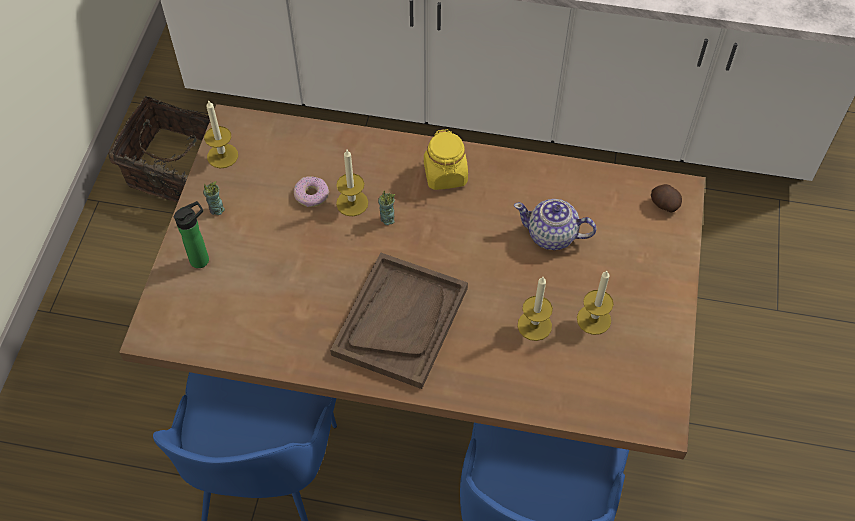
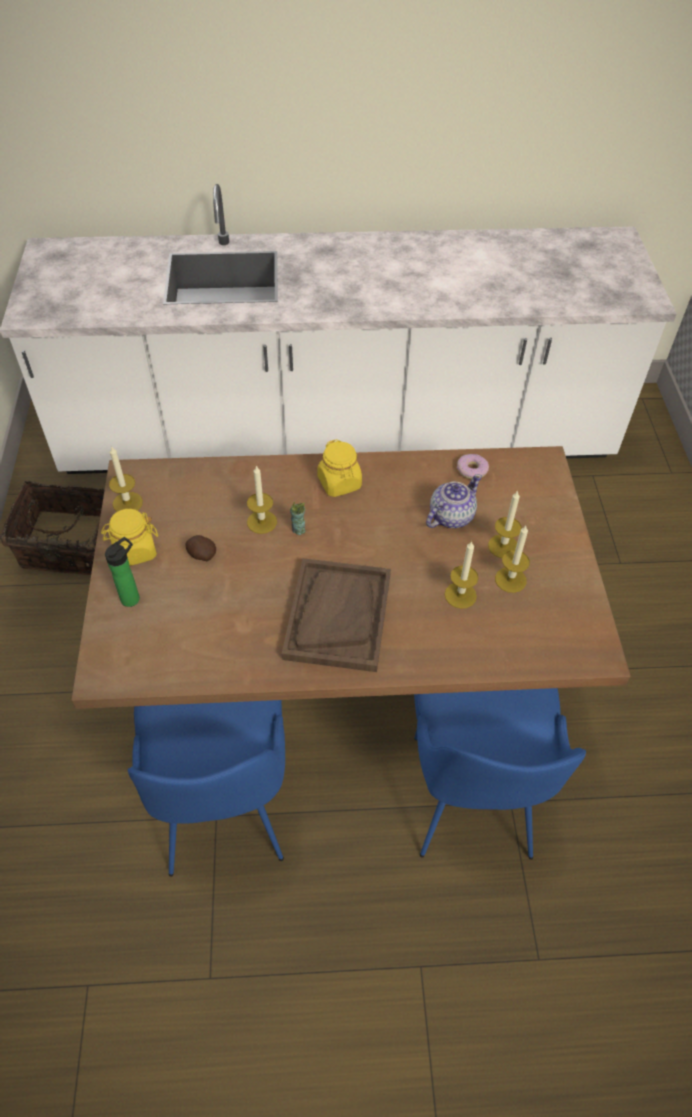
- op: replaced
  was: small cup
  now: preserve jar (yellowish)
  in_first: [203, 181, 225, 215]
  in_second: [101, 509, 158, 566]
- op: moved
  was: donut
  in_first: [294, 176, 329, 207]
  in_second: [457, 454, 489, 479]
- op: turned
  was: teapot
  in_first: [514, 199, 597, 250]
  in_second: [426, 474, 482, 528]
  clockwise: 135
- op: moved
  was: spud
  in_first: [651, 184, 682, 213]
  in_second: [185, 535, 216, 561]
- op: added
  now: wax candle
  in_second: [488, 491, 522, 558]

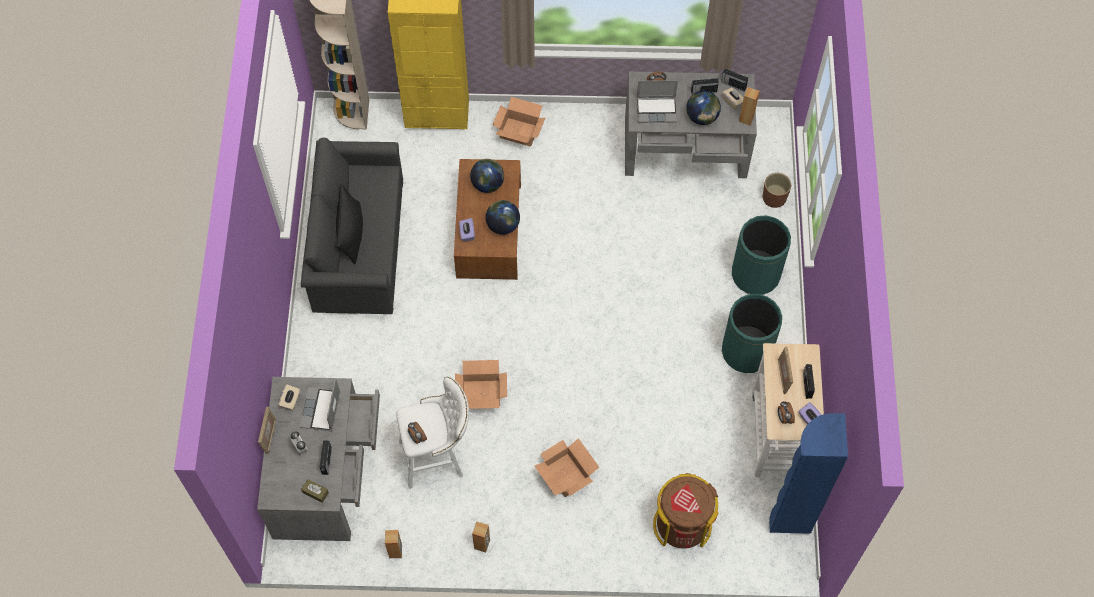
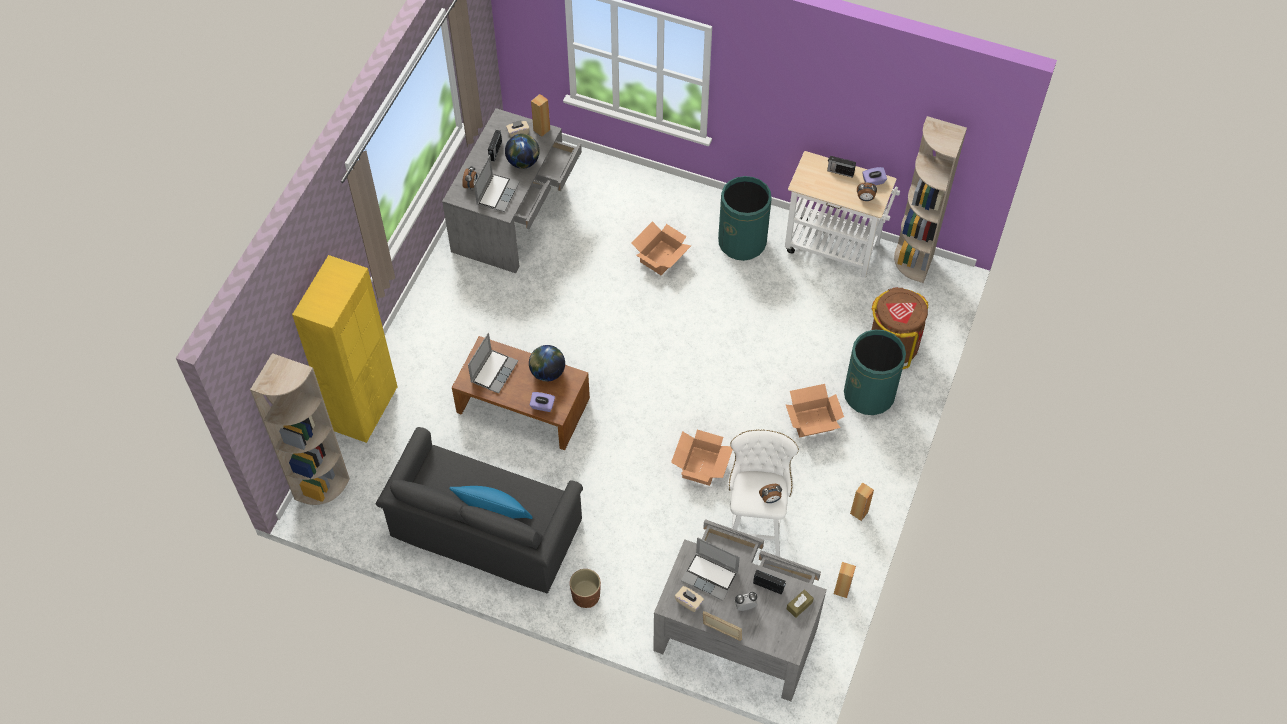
- op: recoloured
  was: pillow (black)
  now: pillow (blue-coloured)
  in_first: [336, 184, 363, 264]
  in_second: [450, 486, 532, 519]
- op: replaced
  was: desk globe
  now: notebook computer
  in_first: [470, 159, 504, 193]
  in_second: [468, 333, 518, 394]
- op: moved
  was: carton
  in_first: [493, 97, 545, 147]
  in_second: [631, 221, 691, 275]
- op: removed
  was: radio
  in_first: [721, 69, 748, 92]
- op: moved
  was: rubbish bin (green-coloured)
  in_first: [732, 216, 791, 295]
  in_second: [844, 329, 906, 415]
- op: moved
  was: planter (brown)
  in_first: [763, 173, 791, 208]
  in_second: [570, 569, 601, 608]
- op: recoloured
  was: bookcase (blue-coloured)
  now: bookcase (sand-coloured)
  in_first: [769, 413, 848, 534]
  in_second: [894, 116, 967, 283]
- op: removed
  was: picture frame
  in_first: [778, 346, 793, 394]

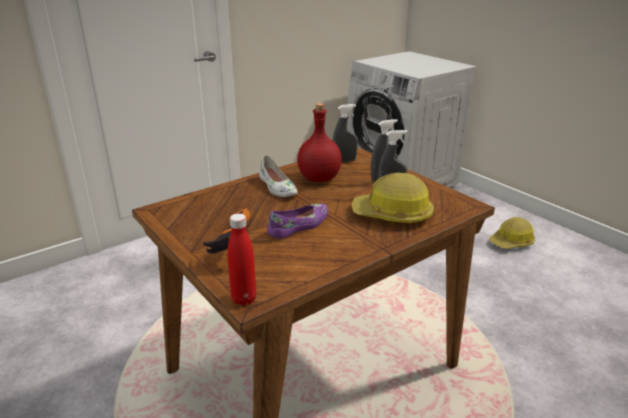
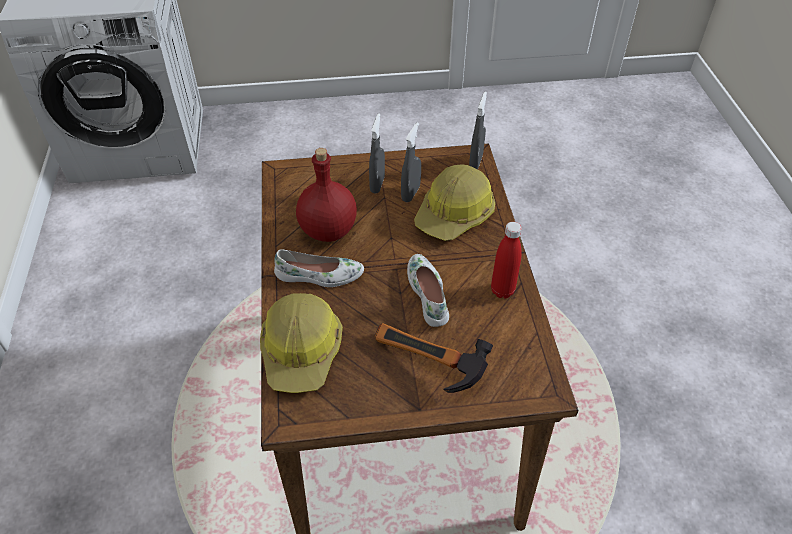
- op: moved
  was: bottle (red-coloured)
  in_first: [228, 213, 256, 305]
  in_second: [491, 222, 522, 298]
- op: recoloured
  was: shoe (purple-coloured)
  now: shoe (white)
  in_first: [267, 204, 329, 239]
  in_second: [407, 254, 449, 327]
- op: moved
  was: sprayer (gray)
  in_first: [333, 104, 358, 163]
  in_second: [469, 92, 487, 169]
- op: moved
  was: hard hat
  in_first: [489, 217, 535, 249]
  in_second: [260, 293, 343, 393]

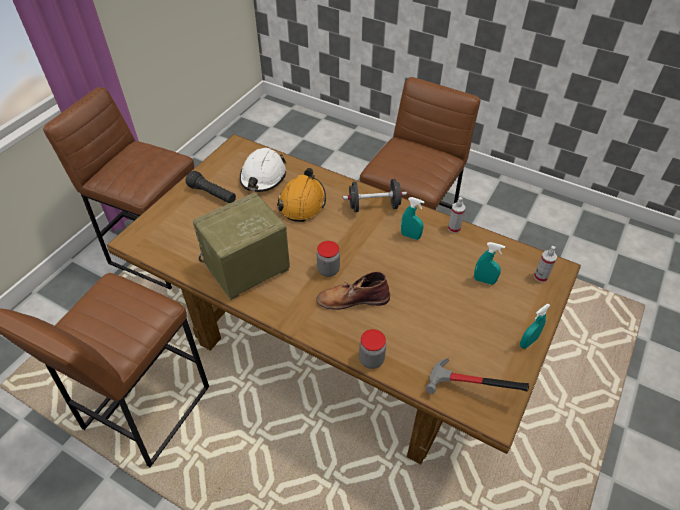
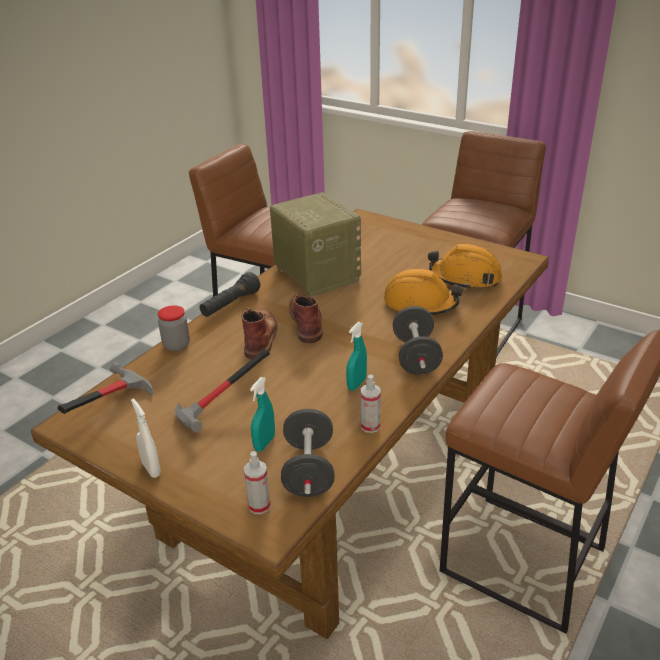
- op: moved
  was: torch (black)
  in_first: [186, 171, 236, 203]
  in_second: [199, 272, 260, 317]
- op: recoloured
  was: hard hat (white)
  now: hard hat (orange)
  in_first: [240, 148, 287, 192]
  in_second: [428, 244, 502, 290]
- op: replaced
  was: preserve jar
  now: tall boot (brown)
  in_first: [317, 241, 340, 277]
  in_second: [289, 294, 323, 343]
- op: recoloured
  was: sprayer (turquoise-coloured)
  now: sprayer (white)
  in_first: [520, 304, 550, 349]
  in_second: [131, 399, 161, 478]
- op: added
  now: hammer
  in_second: [175, 349, 270, 432]
- op: added
  now: free weight (black)
  in_second: [281, 409, 335, 497]

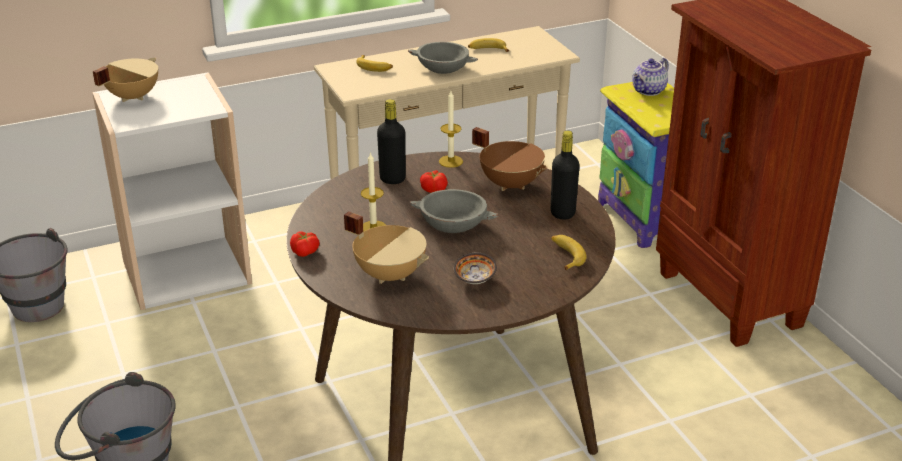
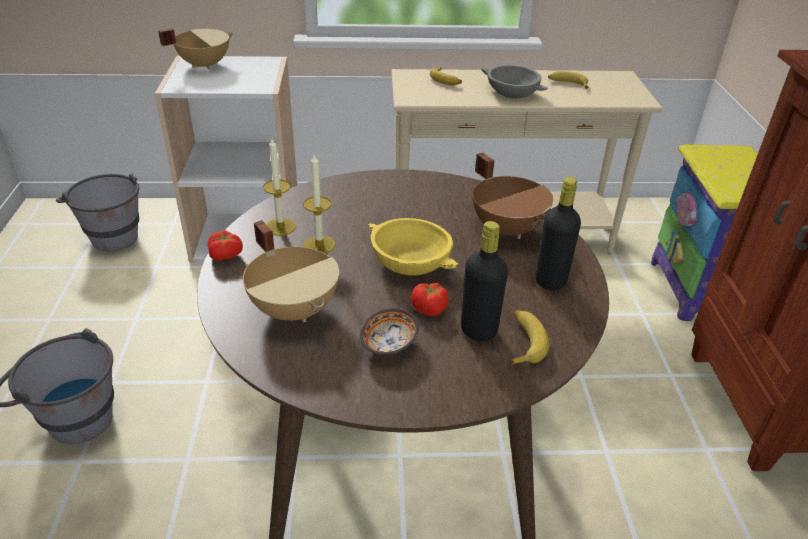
- op: moved
  was: bottle (black)
  in_first: [377, 99, 406, 184]
  in_second: [461, 221, 508, 341]
- op: recoloured
  was: deep dish (gray)
  now: deep dish (yellowish)
  in_first: [410, 189, 498, 233]
  in_second: [368, 218, 459, 275]
- op: moved
  was: fresh tomato
  in_first: [420, 170, 448, 193]
  in_second: [411, 283, 449, 316]
- op: moved
  was: wax candle
  in_first: [439, 91, 463, 168]
  in_second: [263, 138, 296, 236]
- op: removed
  was: teapot
  in_first: [632, 58, 669, 96]

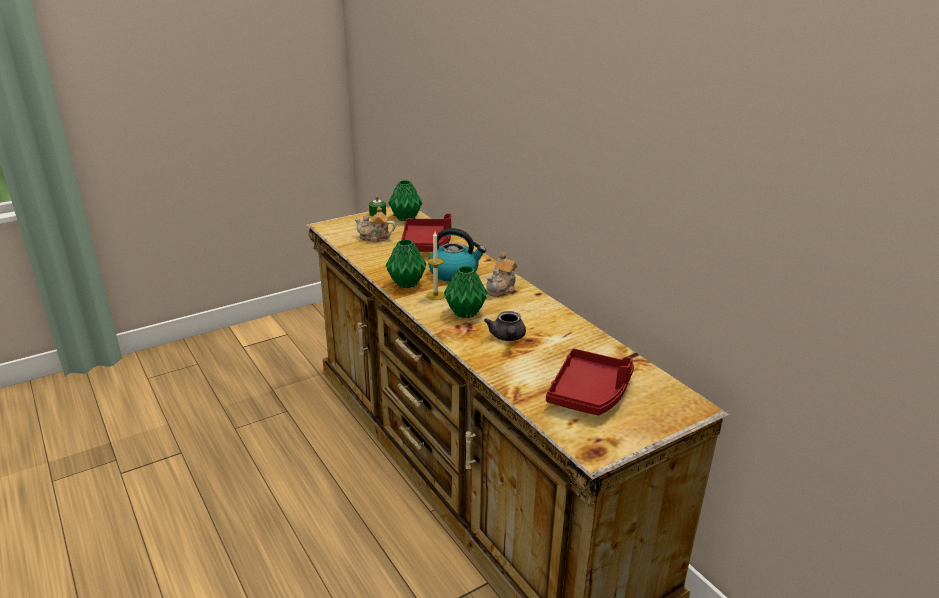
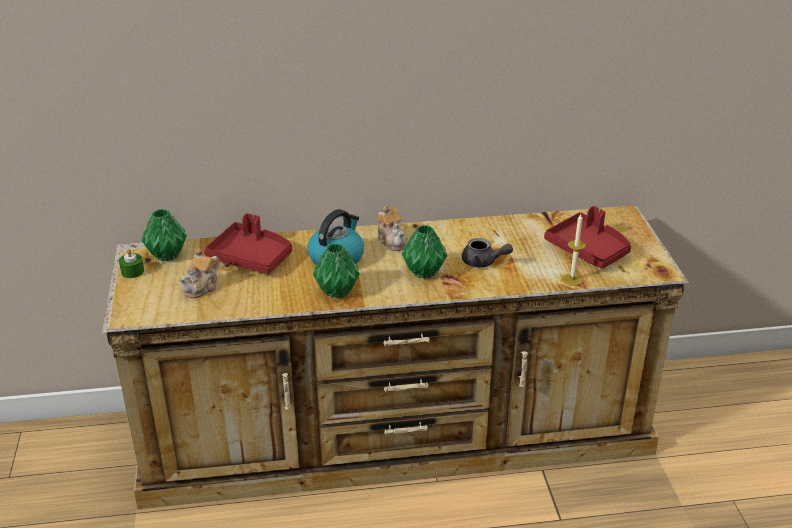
- op: moved
  was: wax candle
  in_first: [426, 232, 445, 300]
  in_second: [562, 214, 586, 286]

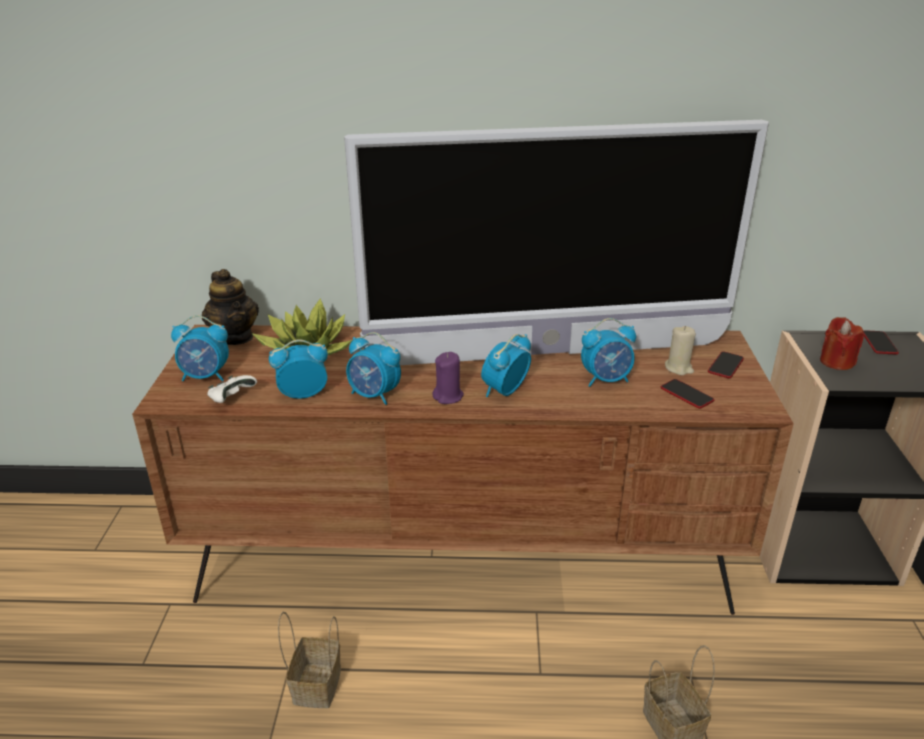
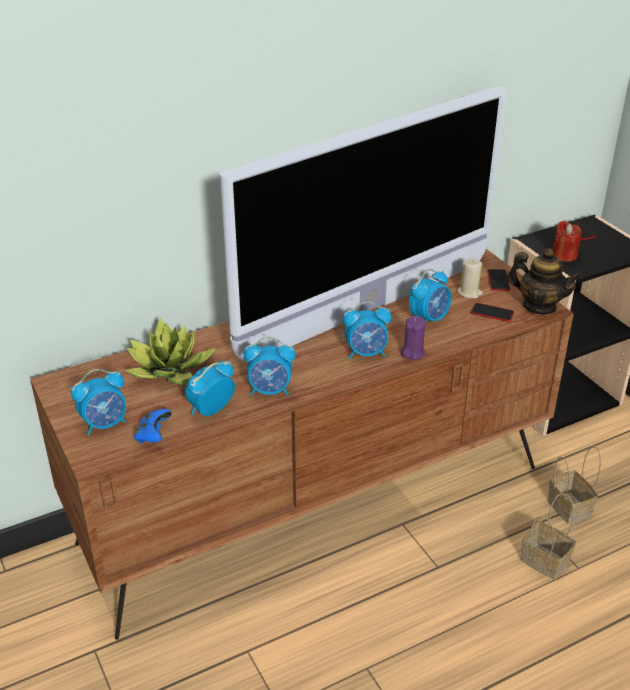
- op: moved
  was: teapot
  in_first: [202, 269, 259, 345]
  in_second: [507, 248, 582, 314]
- op: recoloured
  was: gamepad (white)
  now: gamepad (blue-coloured)
  in_first: [207, 375, 257, 403]
  in_second: [134, 409, 172, 443]
- op: moved
  was: basket
  in_first: [278, 612, 341, 708]
  in_second: [548, 446, 601, 524]
- op: moved
  was: wax candle (purple-coloured)
  in_first: [433, 352, 464, 404]
  in_second: [400, 315, 426, 360]
- op: turned
  was: alarm clock
  in_first: [481, 334, 531, 397]
  in_second: [343, 301, 391, 359]
  clockwise: -105

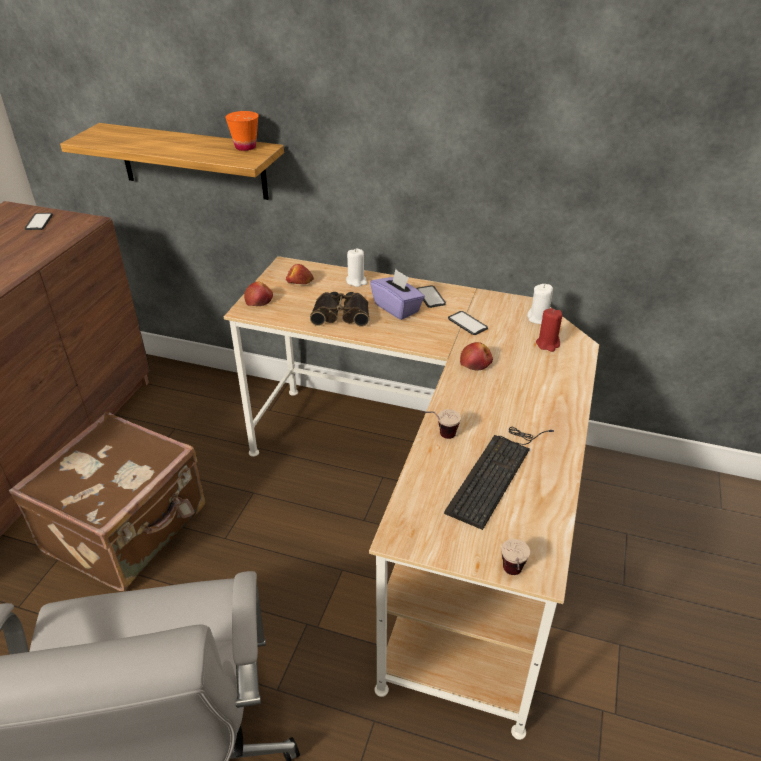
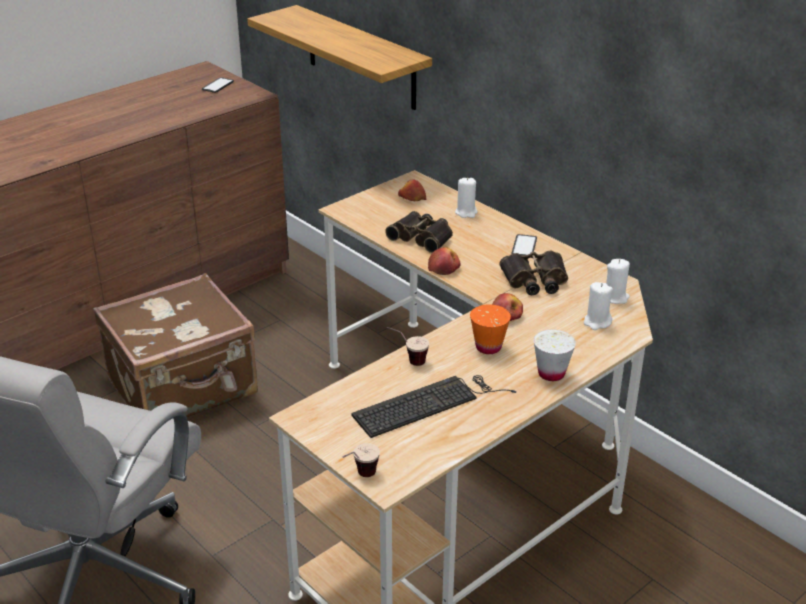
- op: moved
  was: small cup (orange)
  in_first: [225, 111, 258, 151]
  in_second: [470, 304, 511, 354]
- op: moved
  was: apple
  in_first: [244, 282, 273, 306]
  in_second: [428, 247, 460, 275]
- op: removed
  was: tissue holder (purple-coloured)
  in_first: [370, 269, 425, 320]
- op: replaced
  was: telephone
  now: binoculars
  in_first: [448, 311, 488, 335]
  in_second: [499, 251, 568, 295]
- op: recoloured
  was: wax candle (red-coloured)
  now: wax candle (white)
  in_first: [536, 308, 562, 352]
  in_second: [584, 282, 613, 330]
- op: added
  now: small cup (white)
  in_second: [534, 330, 576, 381]

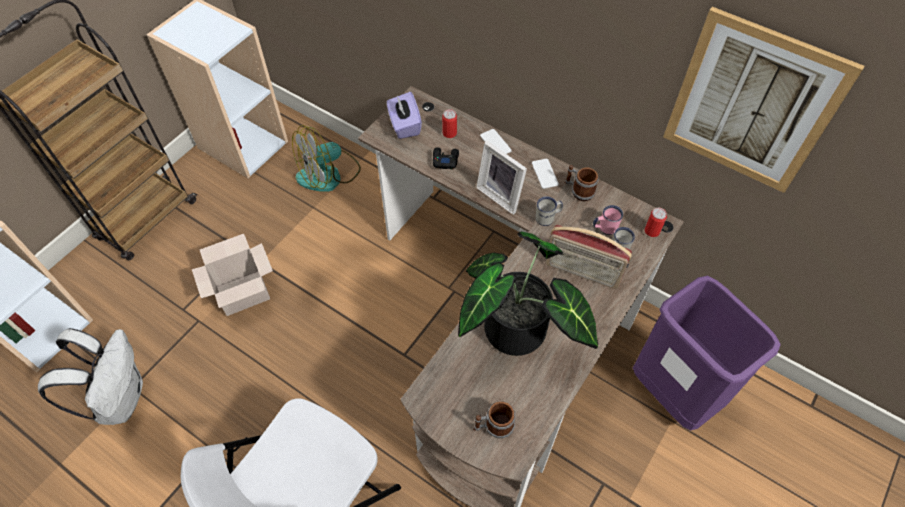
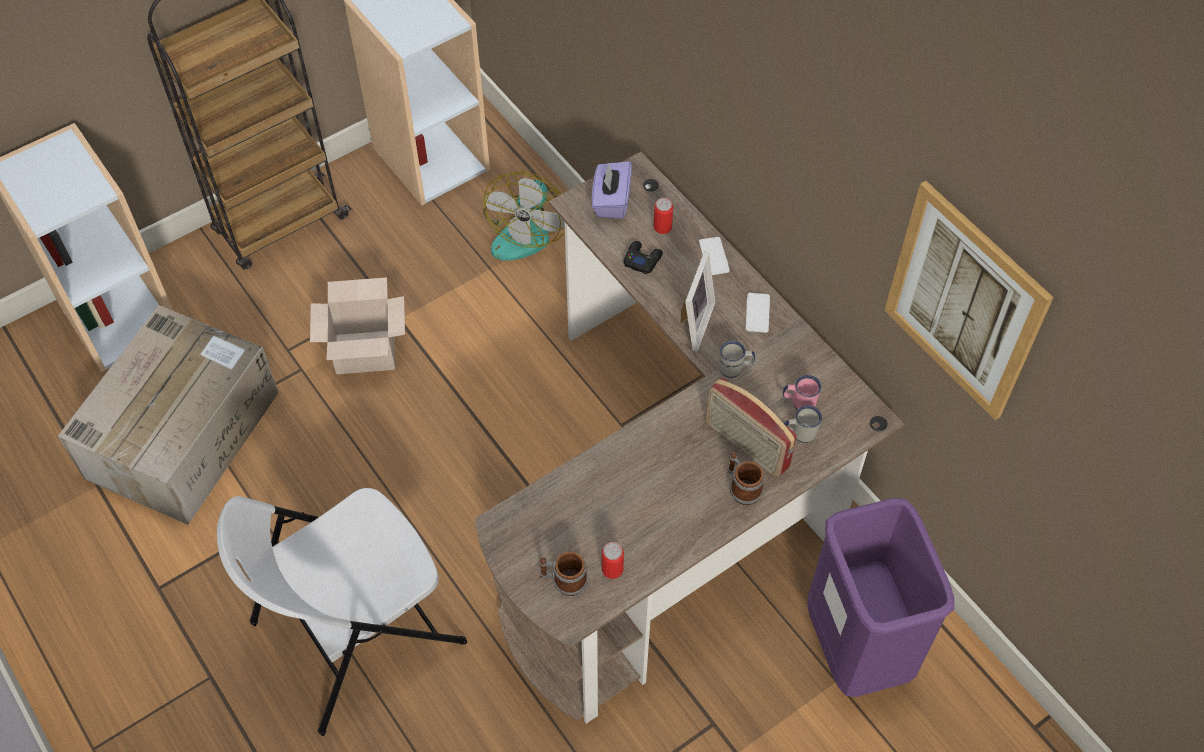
- op: replaced
  was: knapsack (white)
  now: carton
  in_first: [38, 328, 143, 425]
  in_second: [58, 305, 279, 525]
- op: turned
  was: electric fan
  in_first: [292, 125, 361, 192]
  in_second: [483, 172, 565, 261]
  clockwise: -60
- op: removed
  was: potted plant
  in_first: [458, 231, 598, 356]
- op: turned
  was: picture frame
  in_first: [476, 141, 527, 215]
  in_second: [680, 252, 715, 352]
  clockwise: -135
- op: moved
  was: coffee mug
  in_first: [565, 165, 599, 201]
  in_second: [728, 452, 765, 505]
- op: moved
  was: metal can
  in_first: [645, 208, 667, 237]
  in_second: [602, 542, 624, 579]

